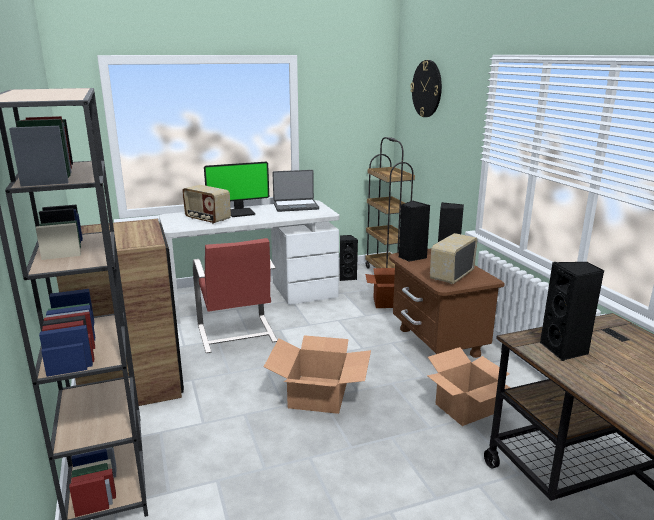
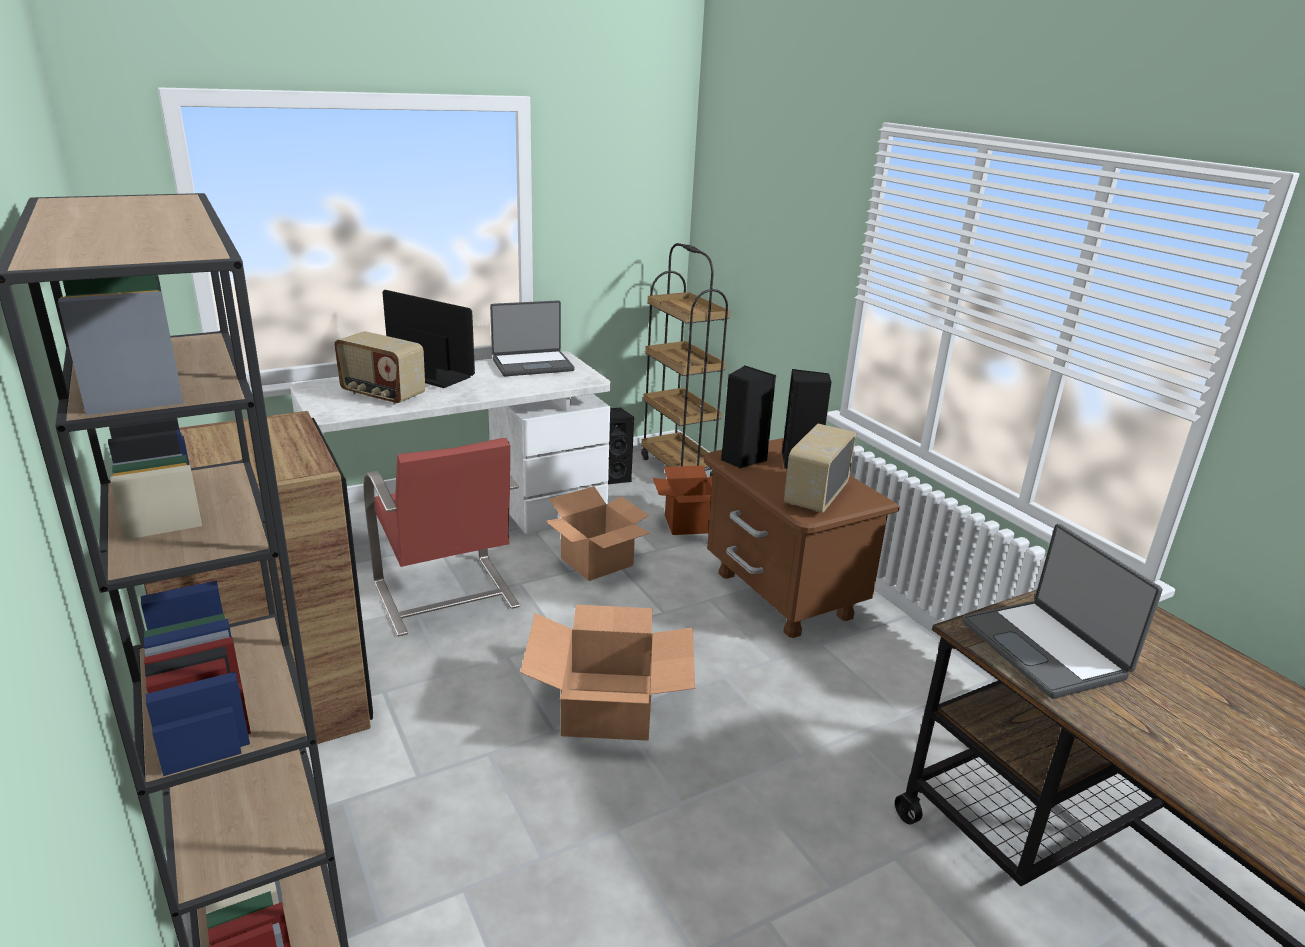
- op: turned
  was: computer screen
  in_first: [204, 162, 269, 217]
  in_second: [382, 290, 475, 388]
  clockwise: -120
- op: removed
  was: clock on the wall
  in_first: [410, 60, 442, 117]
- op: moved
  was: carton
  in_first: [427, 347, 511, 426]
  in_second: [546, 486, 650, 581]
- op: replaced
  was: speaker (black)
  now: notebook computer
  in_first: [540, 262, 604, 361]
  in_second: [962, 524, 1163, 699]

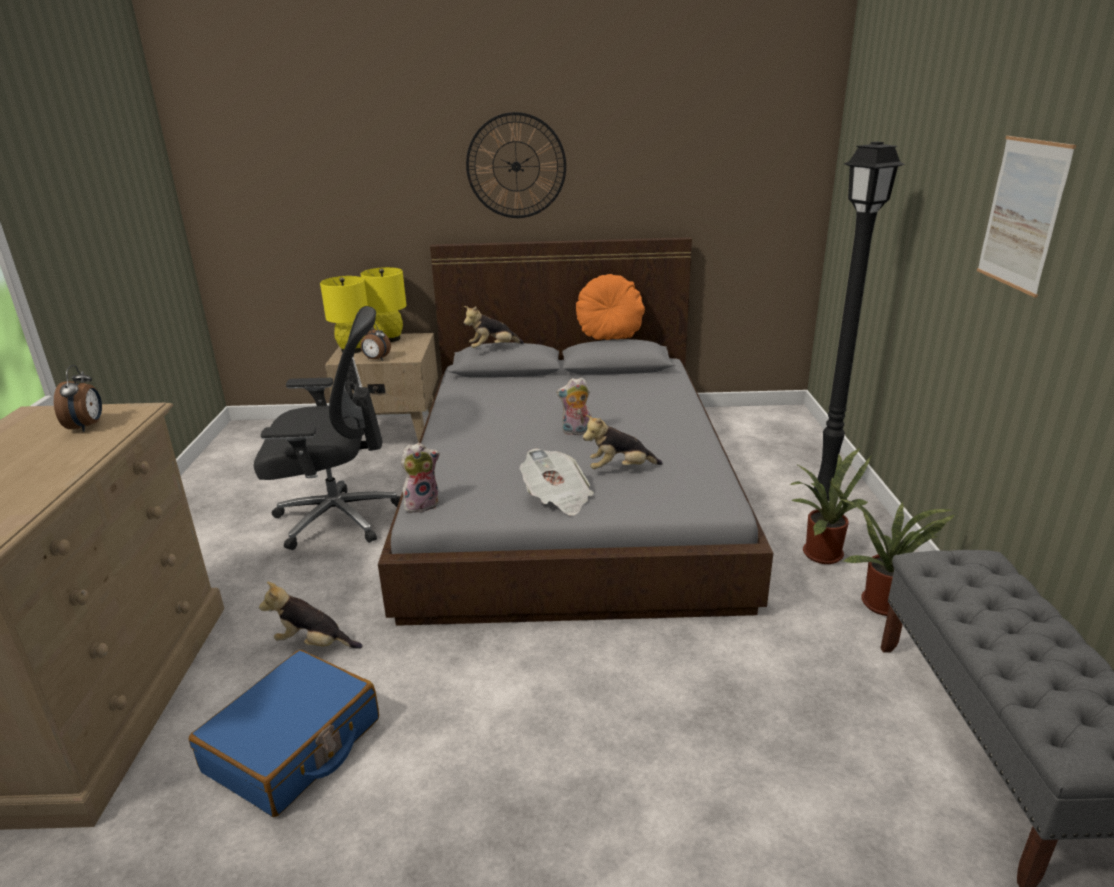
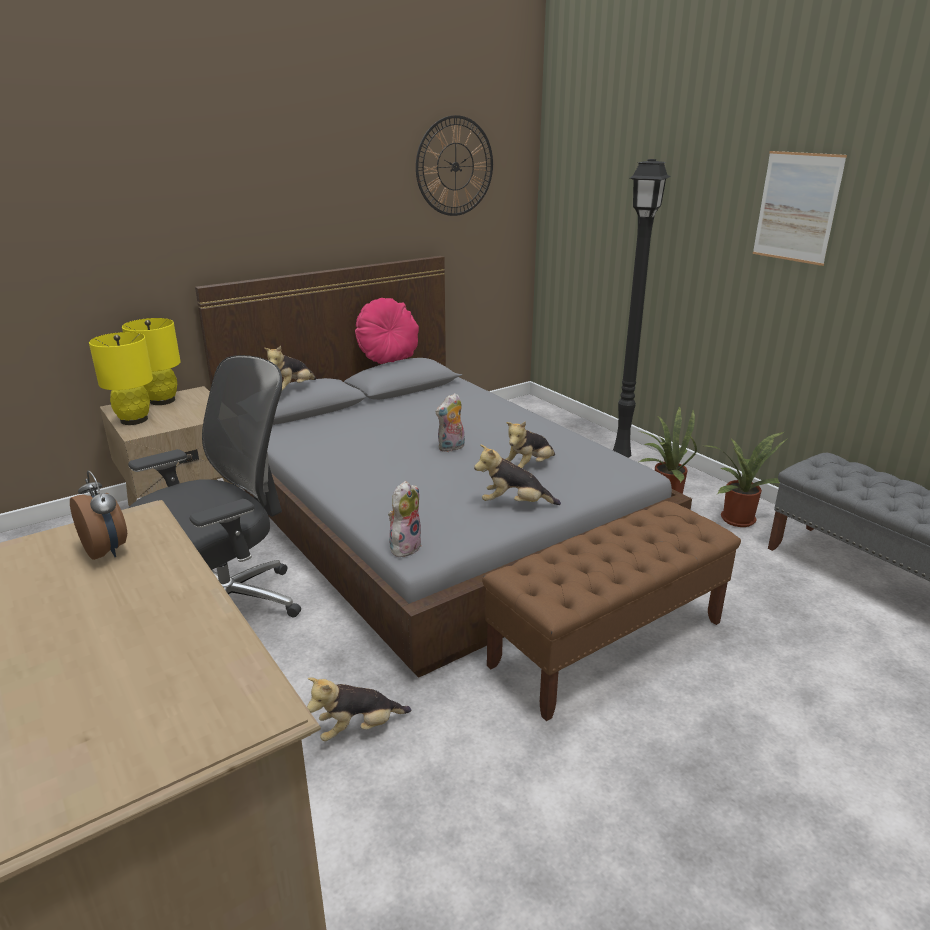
- op: removed
  was: travel case (blue-coloured)
  in_first: [189, 650, 379, 817]
- op: removed
  was: alarm clock
  in_first: [360, 323, 391, 361]
- op: moved
  was: clock on the wall
  in_first: [466, 112, 566, 218]
  in_second: [416, 115, 493, 216]
- op: replaced
  was: newspaper
  now: cuddly toy
  in_first: [520, 448, 594, 516]
  in_second: [474, 444, 561, 505]
- op: recoloured
  was: pillow (orange)
  now: pillow (pink)
  in_first: [576, 274, 645, 340]
  in_second: [355, 298, 419, 364]
- op: added
  now: long seat (brown)
  in_second: [482, 501, 741, 721]

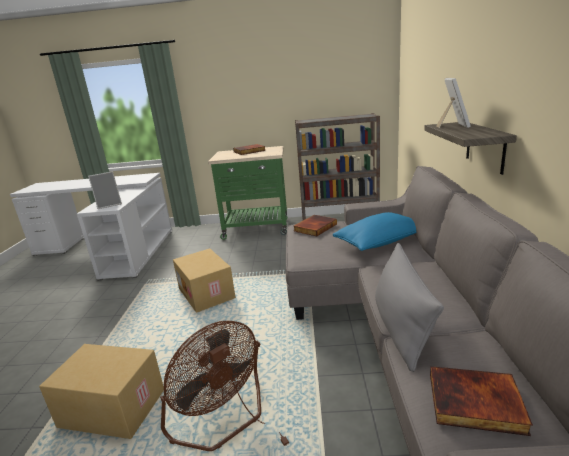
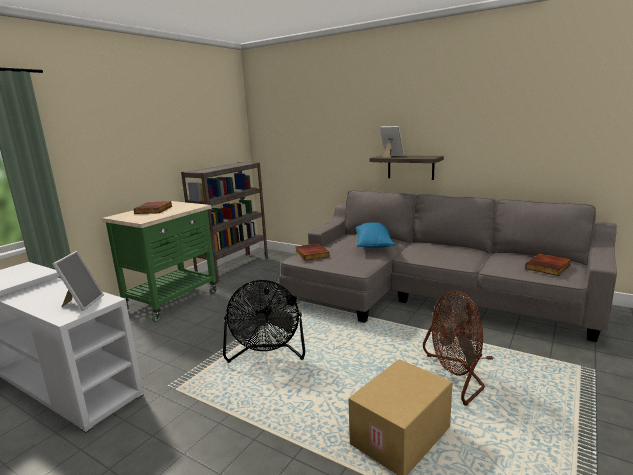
- op: replaced
  was: carton
  now: electric fan (black)
  in_first: [173, 248, 236, 313]
  in_second: [223, 280, 305, 363]
- op: removed
  was: pillow (gray)
  in_first: [375, 243, 444, 372]

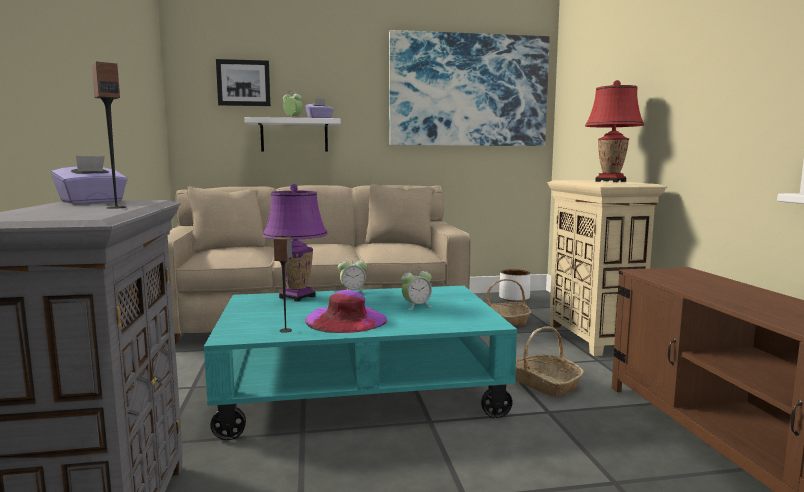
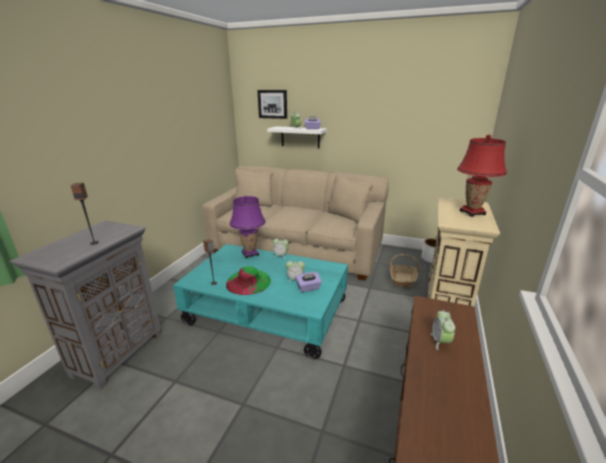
- op: moved
  was: tissue holder (purple-coloured)
  in_first: [51, 156, 128, 204]
  in_second: [296, 272, 322, 292]
- op: recoloured
  was: clothing hat (purple-coloured)
  now: clothing hat (green-coloured)
  in_first: [305, 290, 387, 333]
  in_second: [226, 266, 271, 295]
- op: removed
  was: picture
  in_first: [389, 30, 550, 146]
- op: removed
  was: basket
  in_first: [515, 326, 584, 397]
- op: added
  now: alarm clock
  in_second: [430, 310, 455, 350]

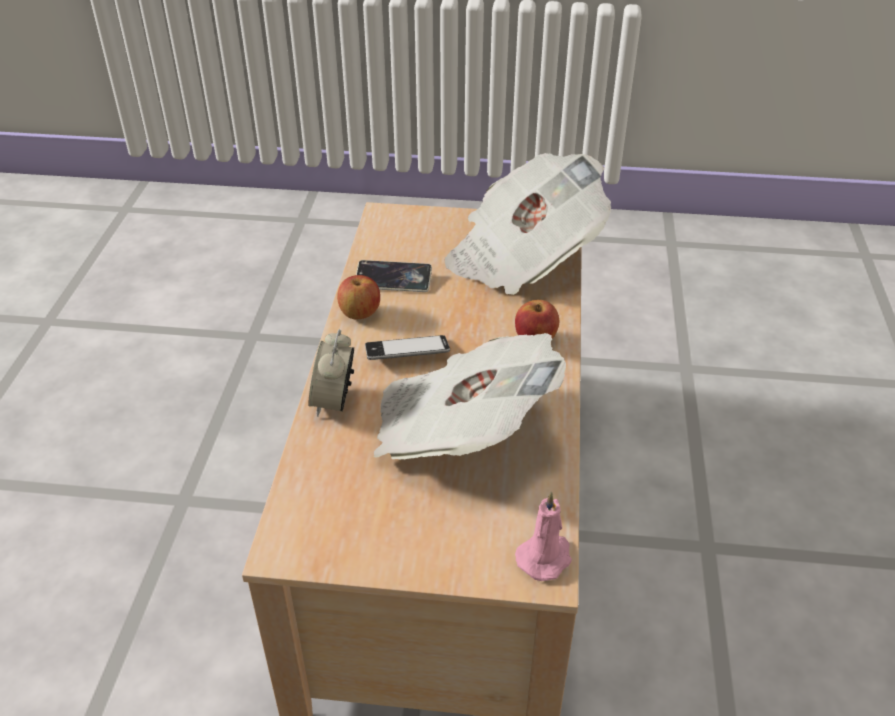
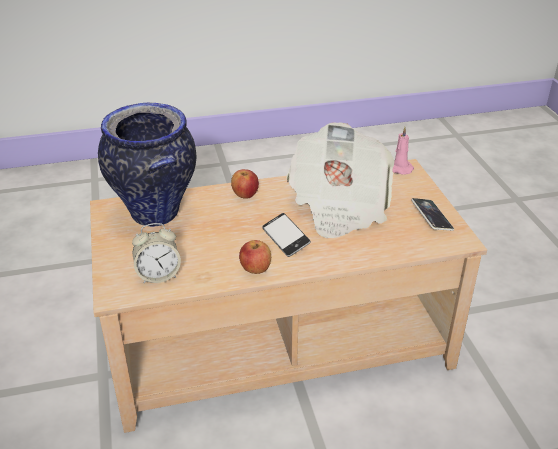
- op: moved
  was: alarm clock
  in_first: [308, 329, 354, 417]
  in_second: [132, 223, 181, 284]
- op: moved
  was: telephone
  in_first: [356, 260, 432, 292]
  in_second: [411, 198, 454, 231]
- op: replaced
  was: newspaper
  now: vase
  in_first: [444, 153, 611, 295]
  in_second: [98, 103, 196, 227]

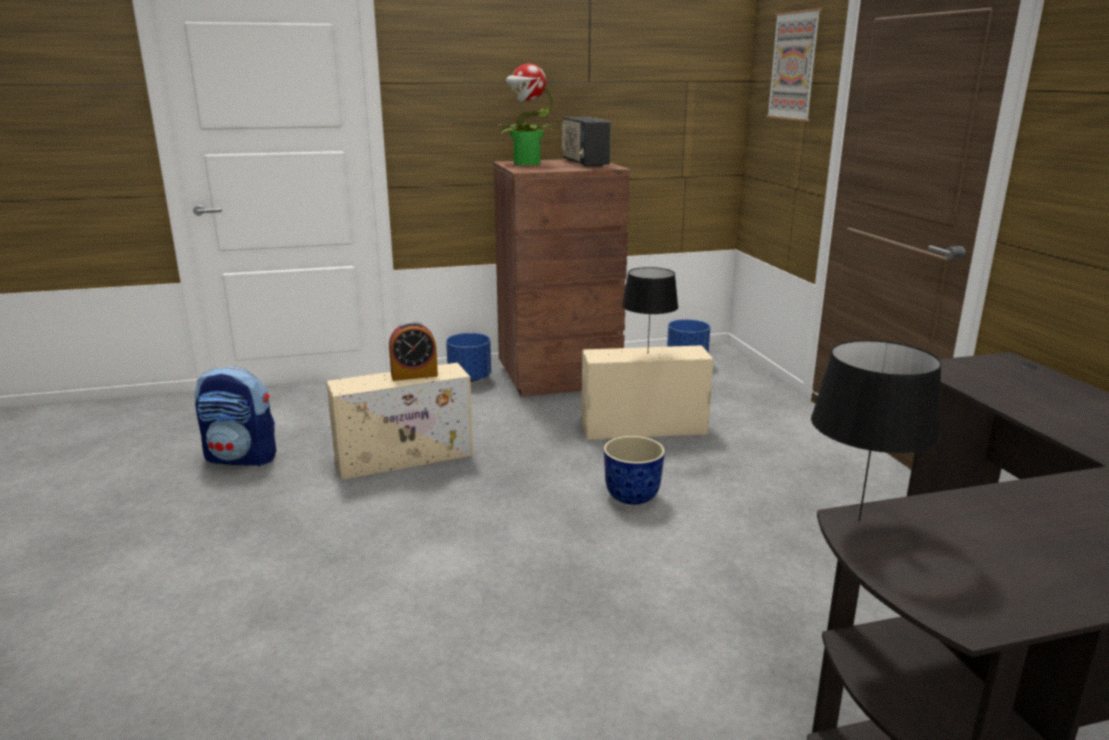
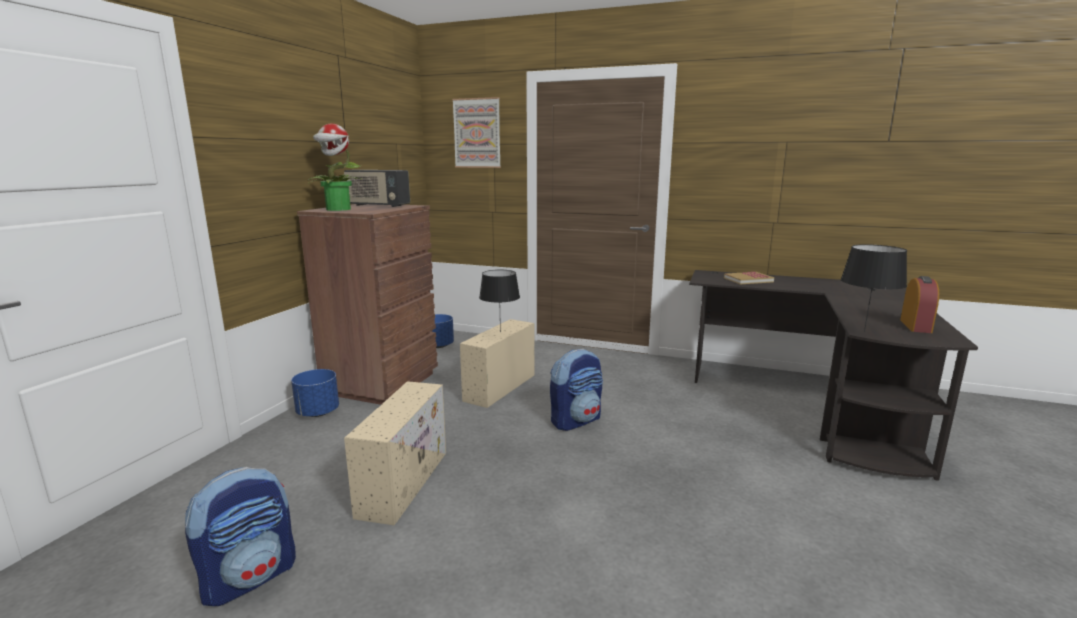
- op: moved
  was: alarm clock
  in_first: [389, 321, 438, 381]
  in_second: [900, 276, 939, 333]
- op: replaced
  was: planter
  now: knapsack
  in_first: [604, 436, 665, 505]
  in_second: [550, 349, 603, 431]
- op: added
  now: book
  in_second: [724, 271, 774, 284]

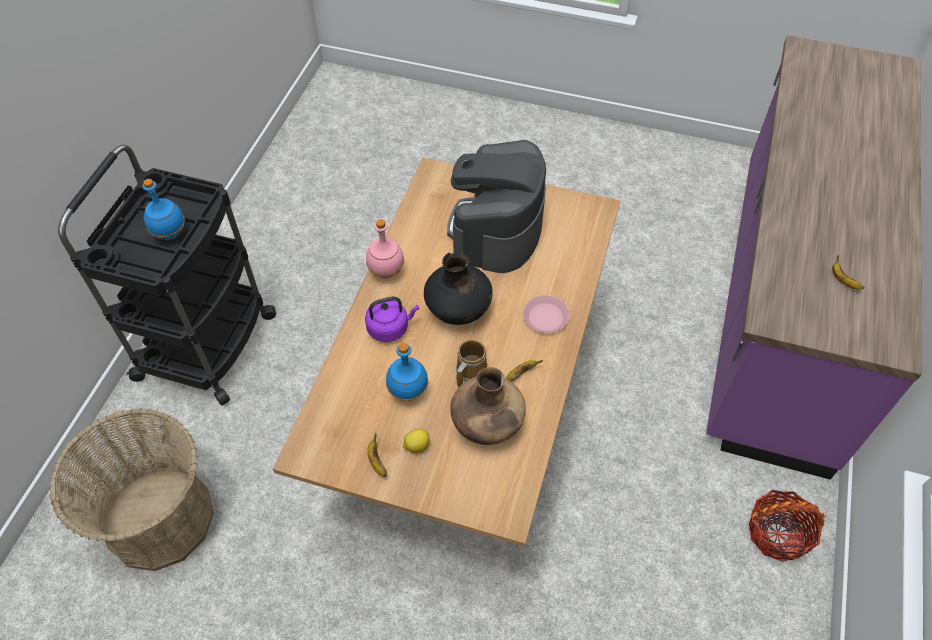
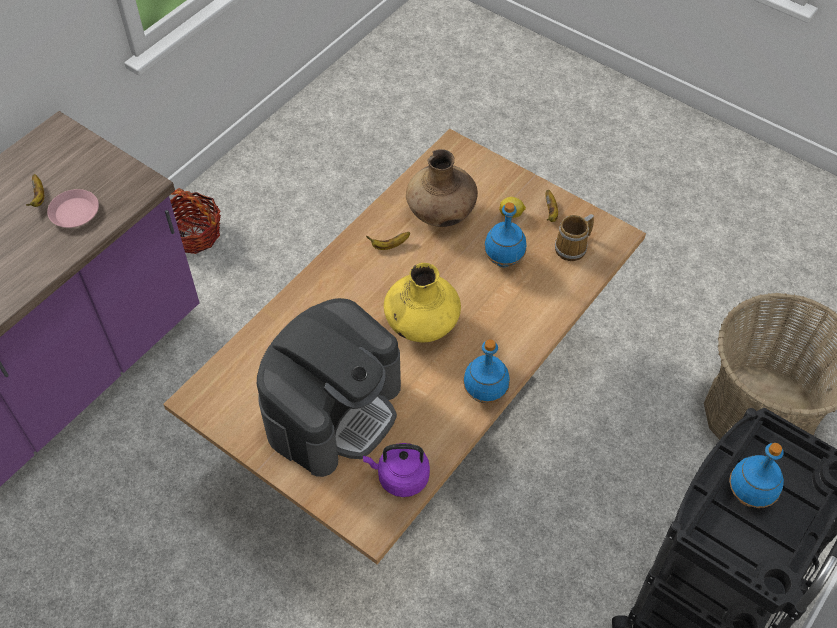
- op: moved
  was: water kettle (purple-coloured)
  in_first: [365, 297, 419, 342]
  in_second: [363, 443, 430, 497]
- op: recoloured
  was: bottle (pink)
  now: bottle (blue-coloured)
  in_first: [366, 219, 404, 279]
  in_second: [463, 339, 510, 403]
- op: recoloured
  was: vase (black)
  now: vase (yellowish)
  in_first: [424, 251, 493, 325]
  in_second: [384, 263, 461, 342]
- op: moved
  was: coffee mug
  in_first: [456, 340, 488, 387]
  in_second: [555, 214, 594, 261]
- op: moved
  was: dinner plate (pink)
  in_first: [523, 295, 570, 333]
  in_second: [47, 189, 99, 228]

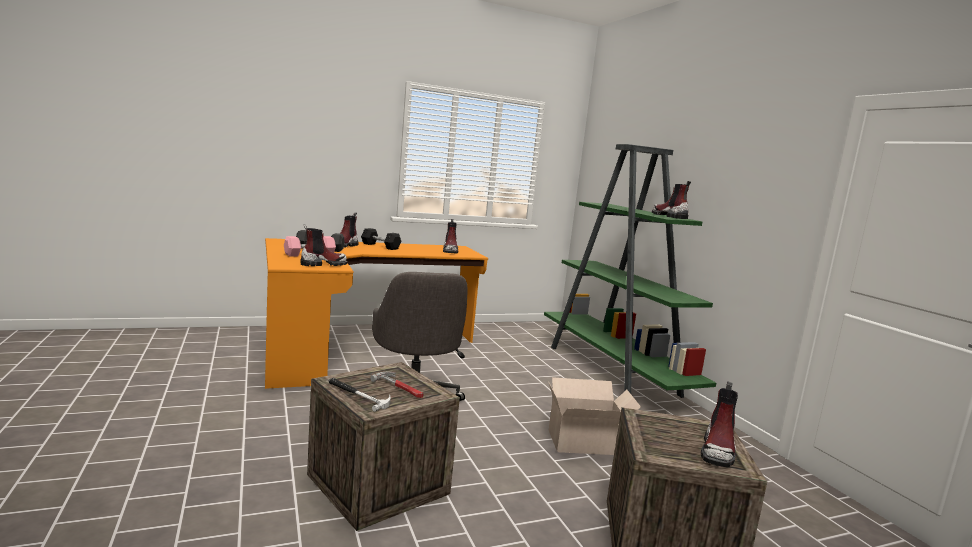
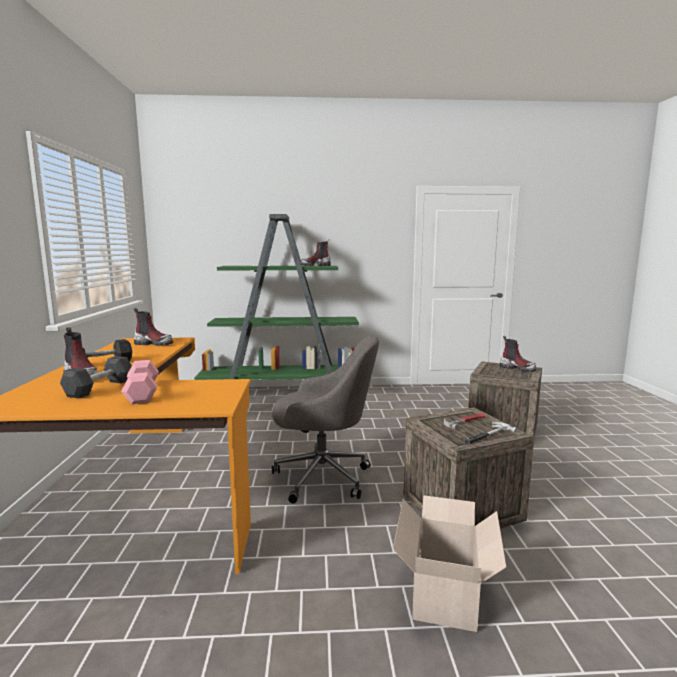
- op: removed
  was: tall boot
  in_first: [300, 224, 347, 266]
- op: moved
  was: carton
  in_first: [549, 377, 641, 455]
  in_second: [393, 495, 506, 632]

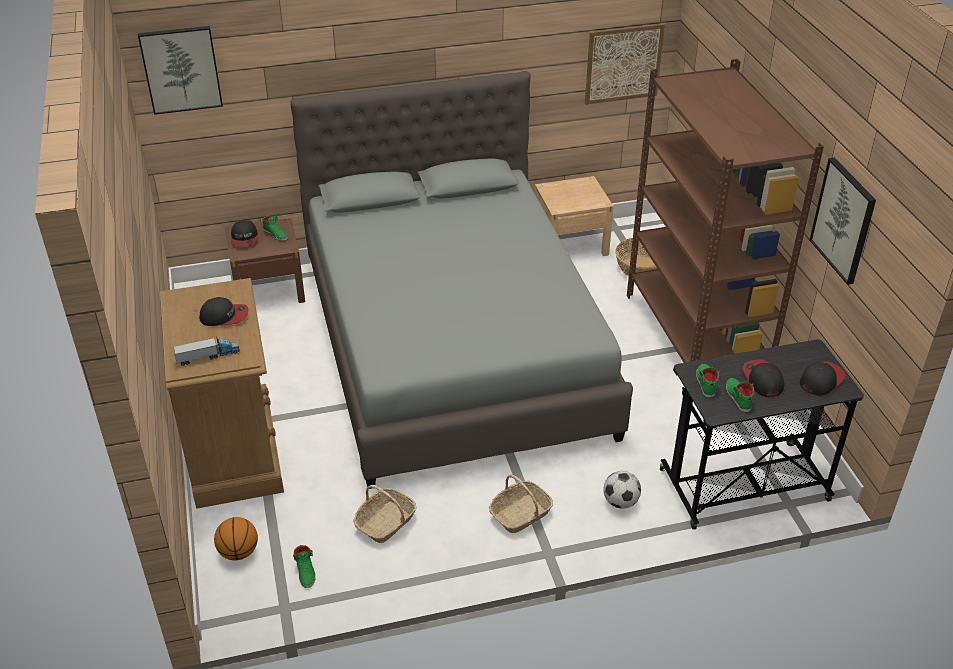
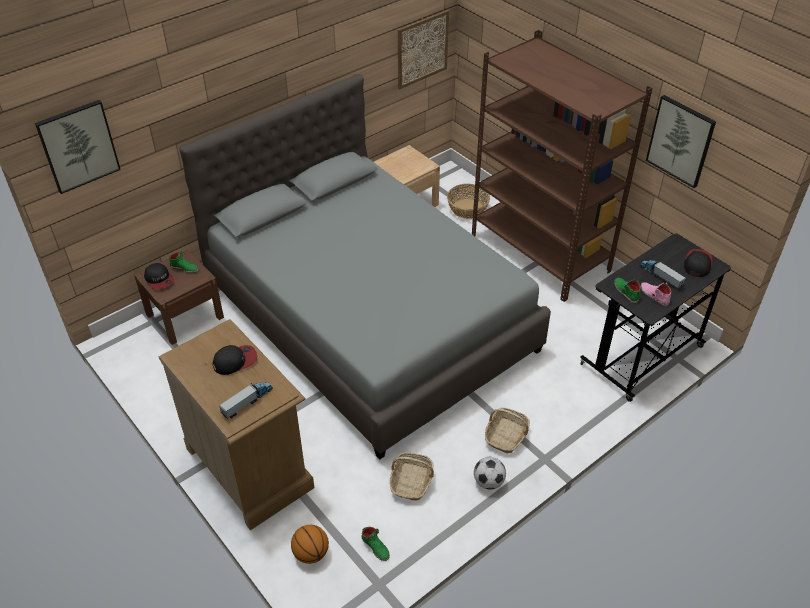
- op: moved
  was: football
  in_first: [603, 471, 641, 509]
  in_second: [474, 457, 506, 490]
- op: recoloured
  was: shoe (green-coloured)
  now: shoe (pink)
  in_first: [726, 378, 754, 412]
  in_second: [640, 282, 671, 306]
- op: replaced
  was: baseball cap
  now: model truck
  in_first: [743, 360, 784, 397]
  in_second: [640, 260, 686, 289]

